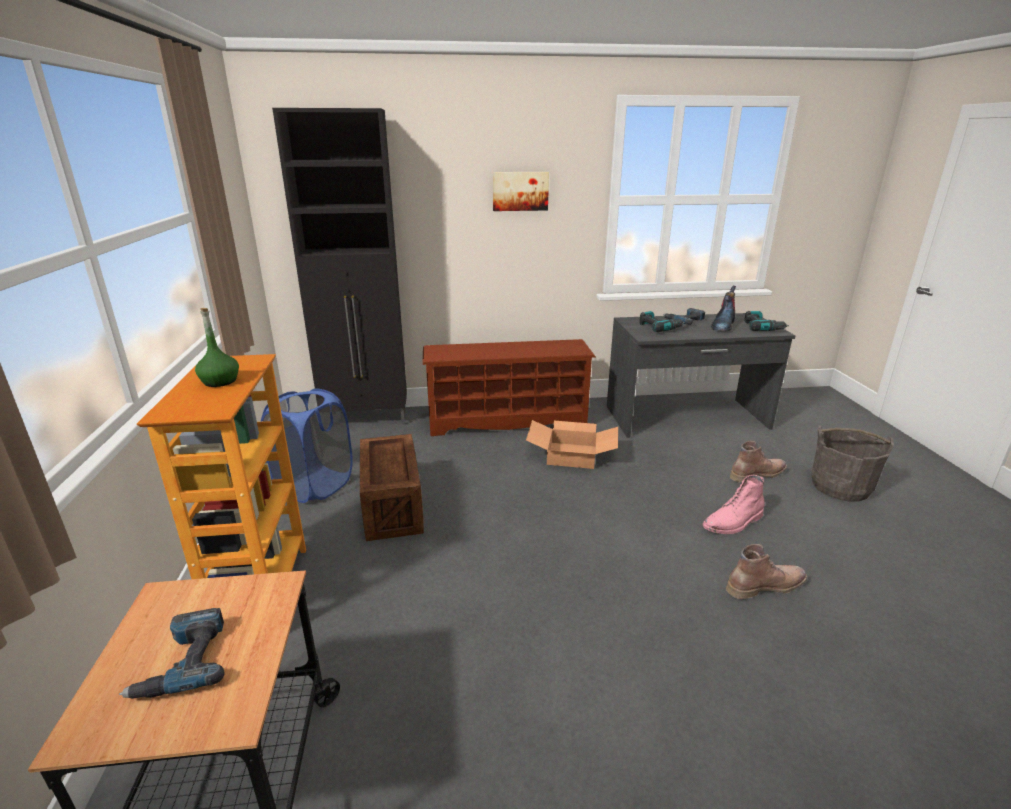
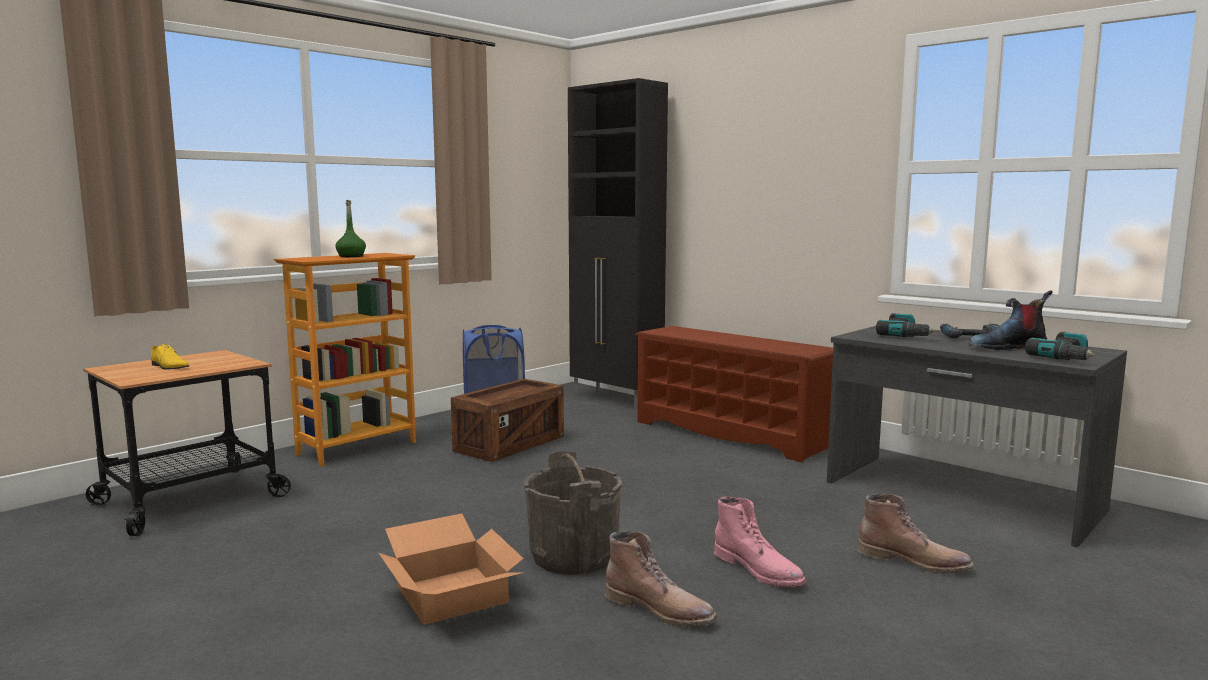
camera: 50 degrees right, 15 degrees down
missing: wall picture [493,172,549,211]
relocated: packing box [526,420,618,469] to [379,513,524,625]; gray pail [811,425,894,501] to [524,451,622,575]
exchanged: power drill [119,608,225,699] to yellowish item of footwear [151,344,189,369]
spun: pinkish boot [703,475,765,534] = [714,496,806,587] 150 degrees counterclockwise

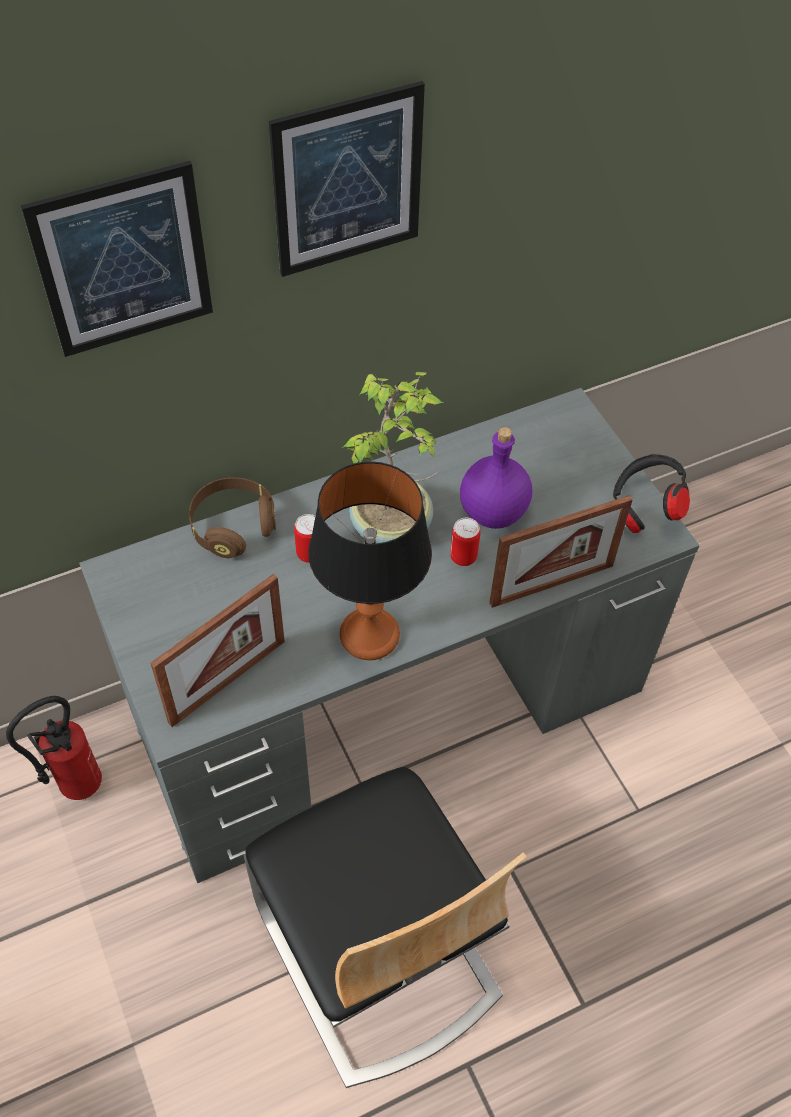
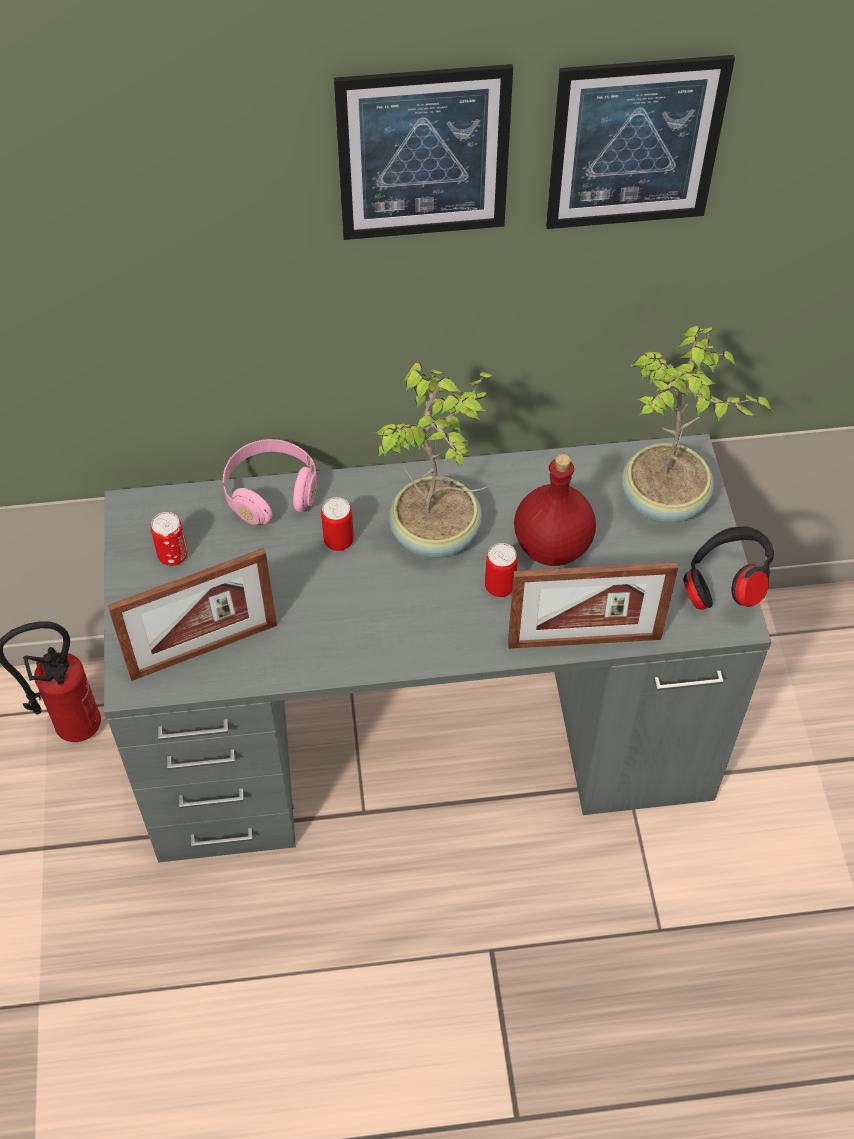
camera: 20 degrees right, 0 degrees up
missing: chair [244,767,527,1088]; table lamp [308,462,432,660]
appeared: metal can [151,512,188,566]; houseplant [622,326,772,523]
relocated: wall picture [21,161,213,357] to [546,55,735,229]
colour: brown-coloured pair of headphones [189,477,276,558] to pinkish pair of headphones [223,439,317,525]; purple-coloured bottle [460,427,532,529] to reddish bottle [514,454,596,566]

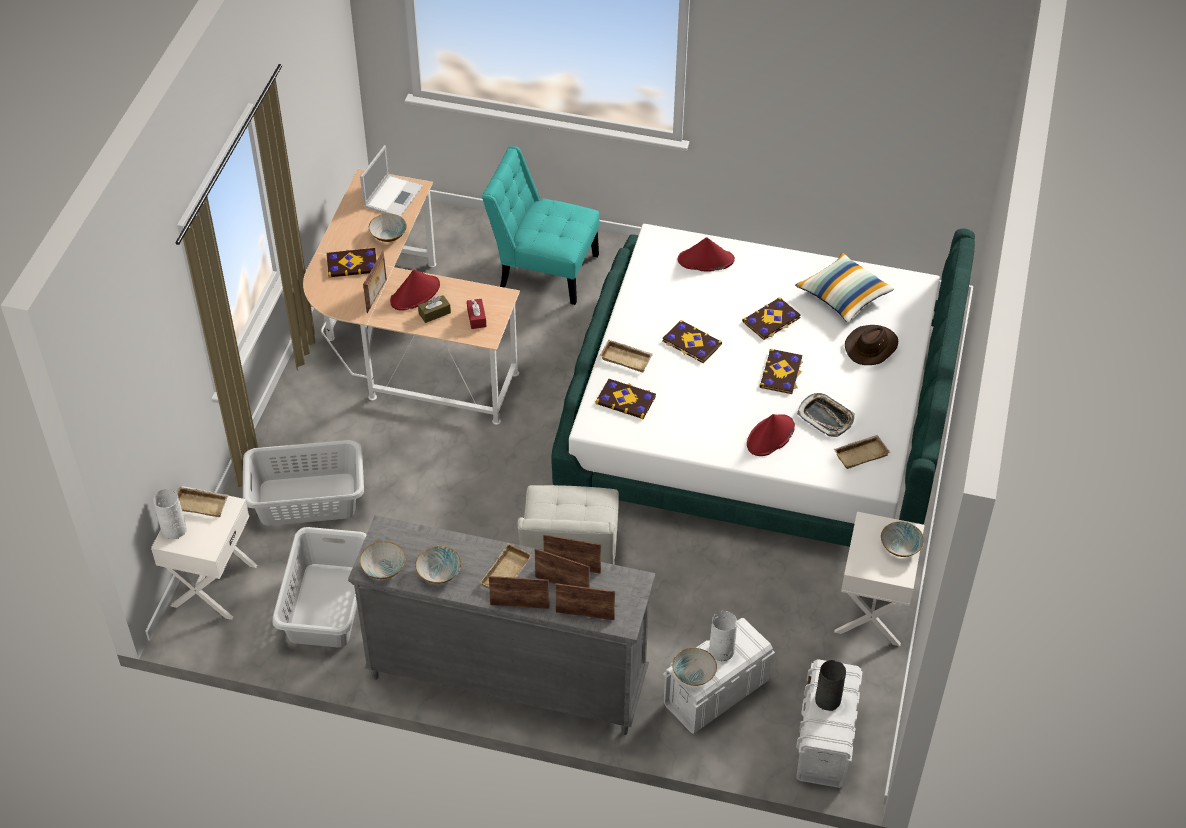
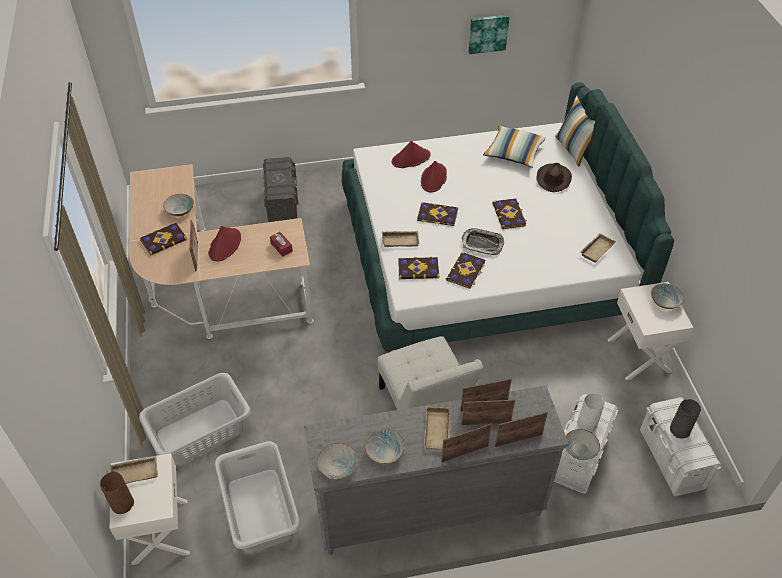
camera: 25 degrees left, 0 degrees up
missing: portable computer [360,145,423,217]; brown-coloured tissue holder [418,295,451,323]
appeared: wall picture [469,15,509,54]; pillow [555,96,595,166]
relocated: bound book [742,297,801,340] to [446,252,485,289]; reddish hat [747,414,795,456] to [421,161,447,192]; tray [797,393,855,437] to [462,228,504,255]
exchanged: turquoise-coloured chair [482,146,600,305] to gray storage bin [263,157,299,222]
colour: white decorative vase [153,489,187,539] to brown-coloured decorative vase [100,472,134,514]

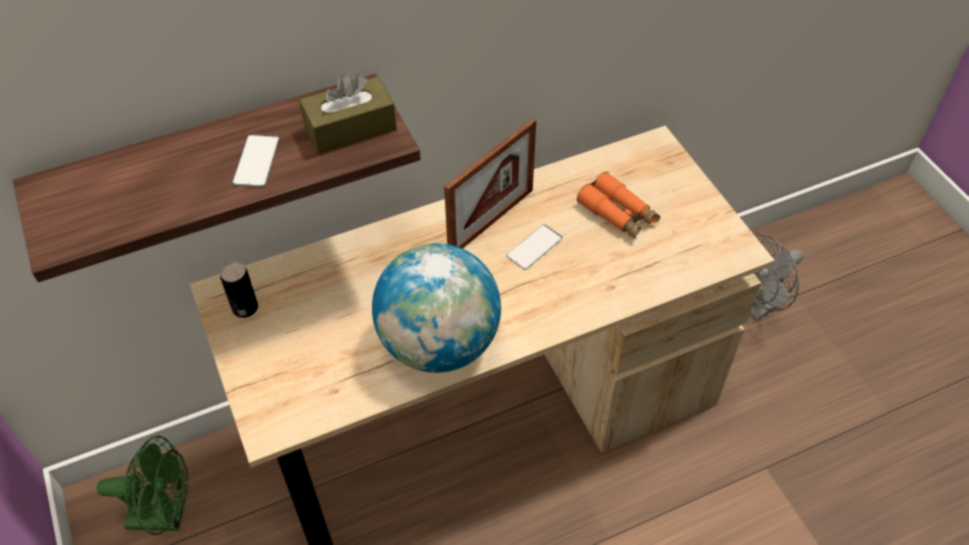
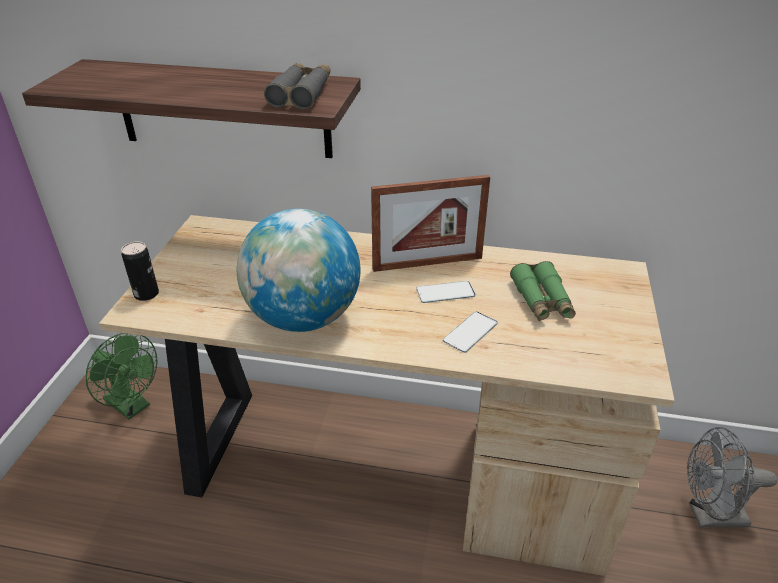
camera: 35 degrees right, 15 degrees down
relocated: metal can [220,261,258,318] to [121,242,159,301]; telephone [233,134,279,187] to [443,311,498,353]
exchanged: brown-coloured tissue holder [299,74,397,154] to gray field glasses [264,63,330,110]
colour: orange field glasses [577,172,660,239] to green-coloured field glasses [510,261,576,321]

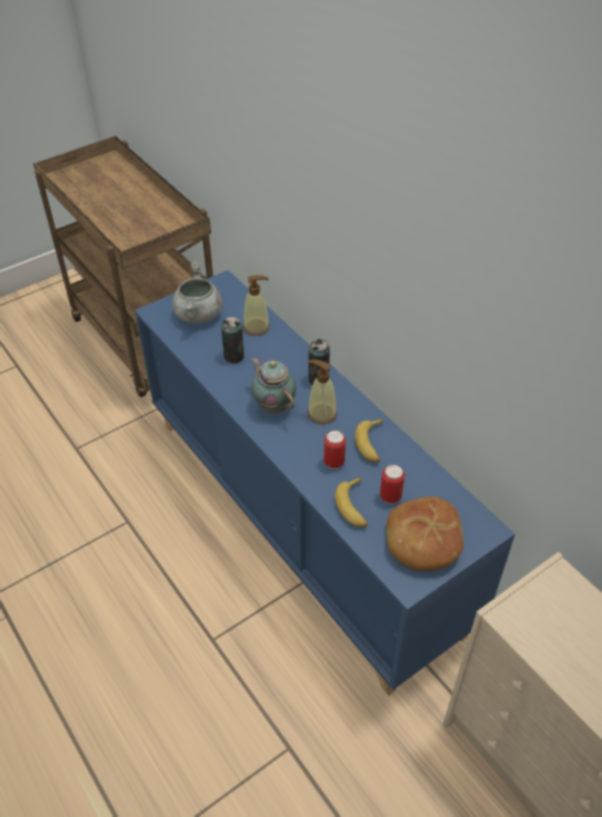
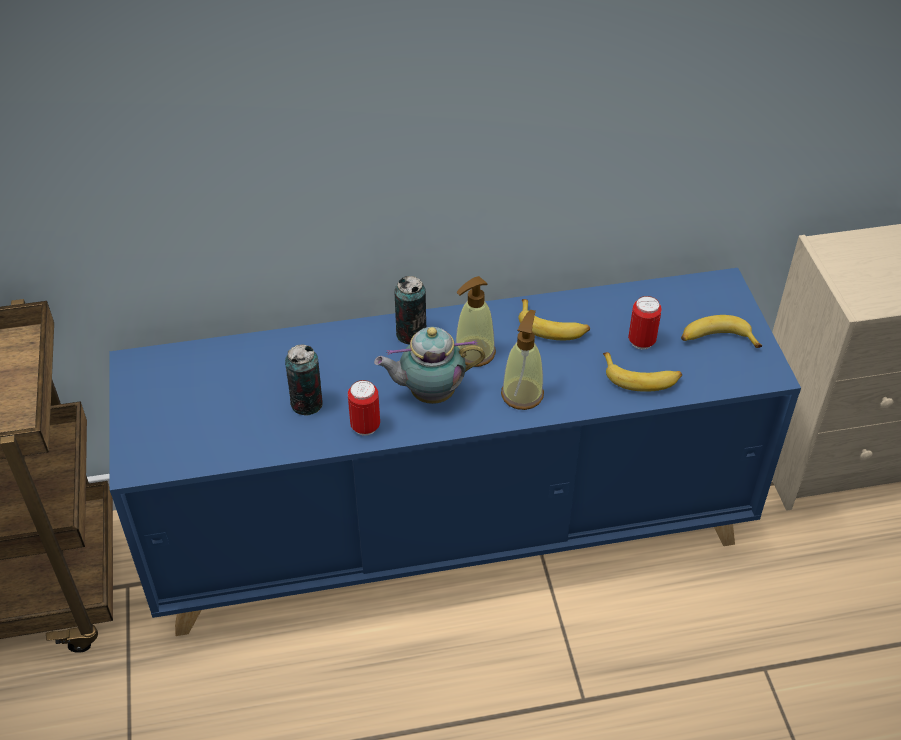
camera: 65 degrees left, 0 degrees up
missing: gray cooking pot [172,262,223,323]
relocated: liquid soap bottle [243,275,270,336] to [501,310,544,410]; metal can [324,430,346,469] to [348,380,380,435]
exchanged: bakery bread [386,497,464,571] to whole banana [681,315,762,348]

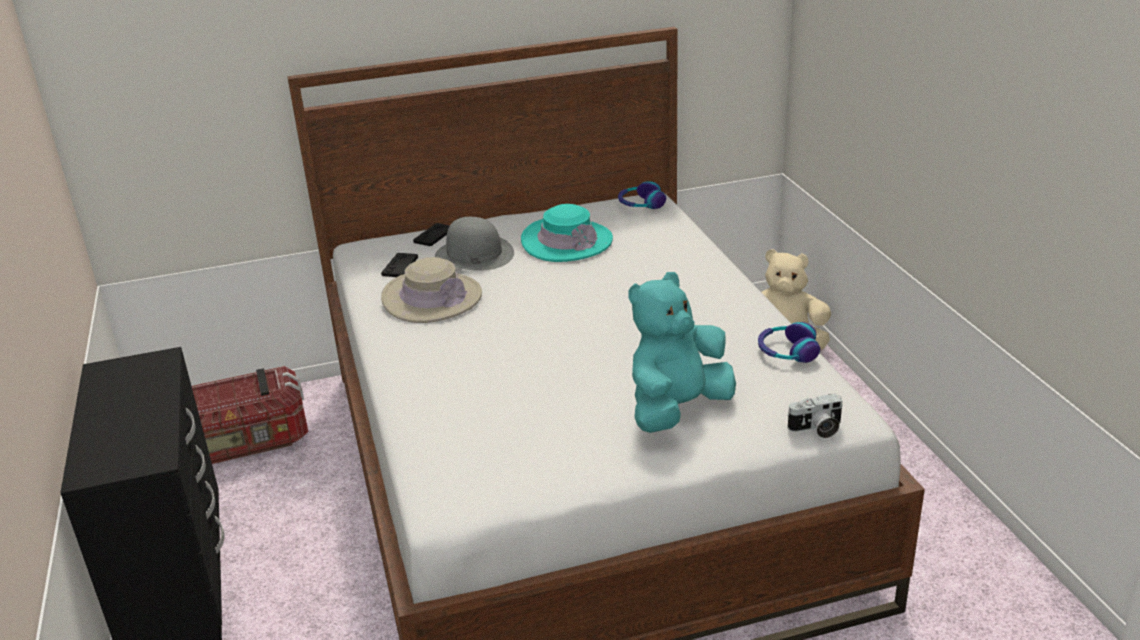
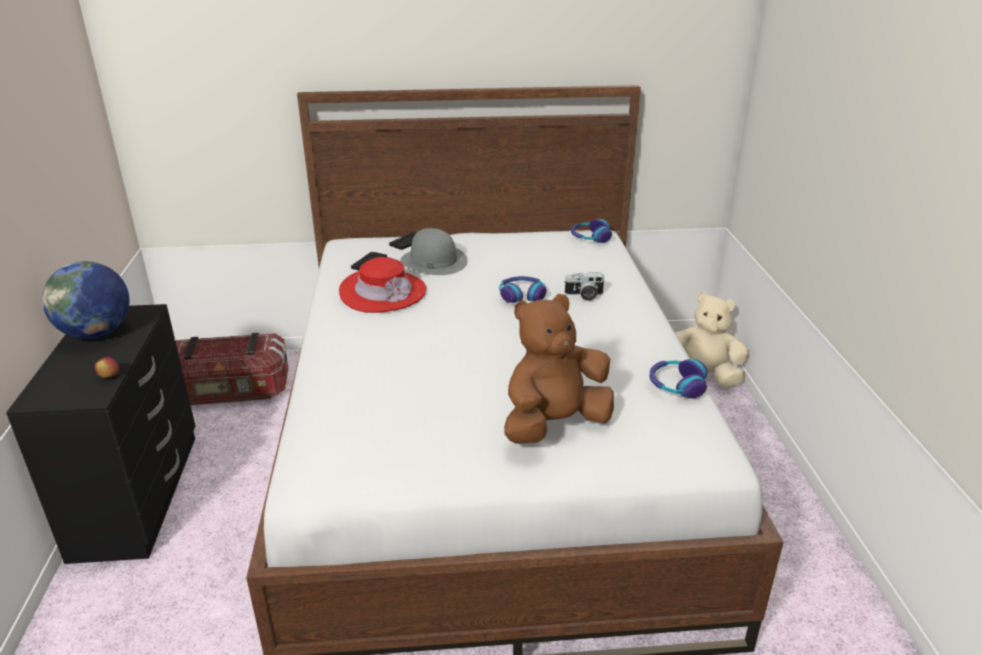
camera: 10 degrees right, 0 degrees up
missing: turquoise-coloured hat [521,204,613,262]
appeared: desk globe [42,261,129,339]; whole apple [95,357,119,378]; pair of headphones [499,276,547,303]
relocated: still camera [787,394,843,438] to [564,272,604,301]
colour: beige hat [381,257,482,323] to reddish hat [339,257,426,313]; turquoise-coloured plush toy [629,272,736,433] to brown-coloured plush toy [504,294,614,444]

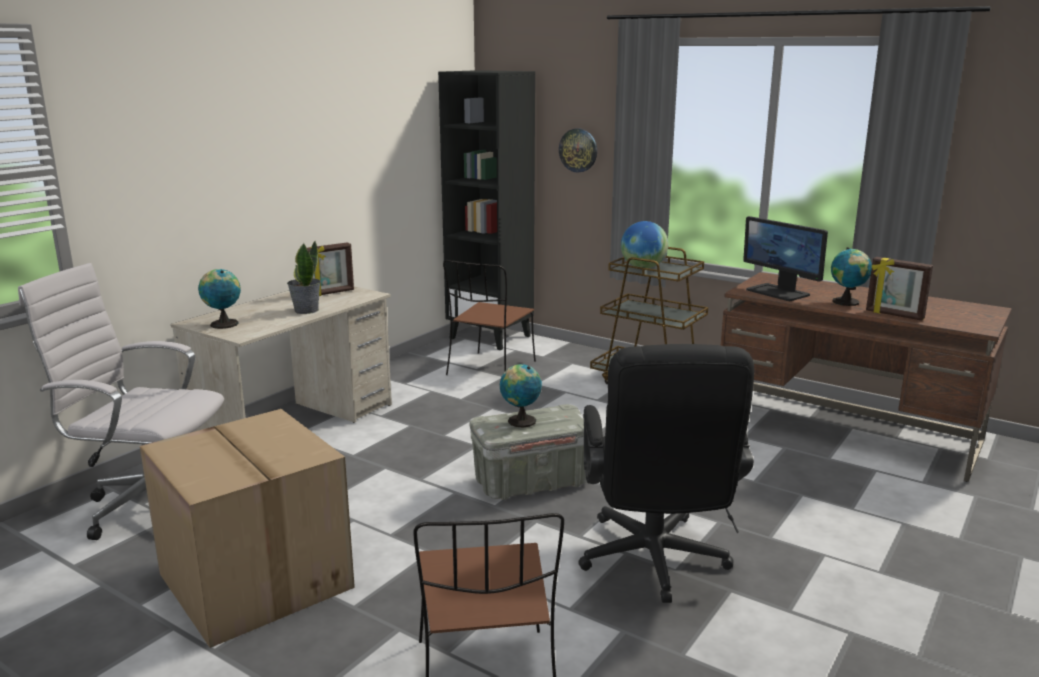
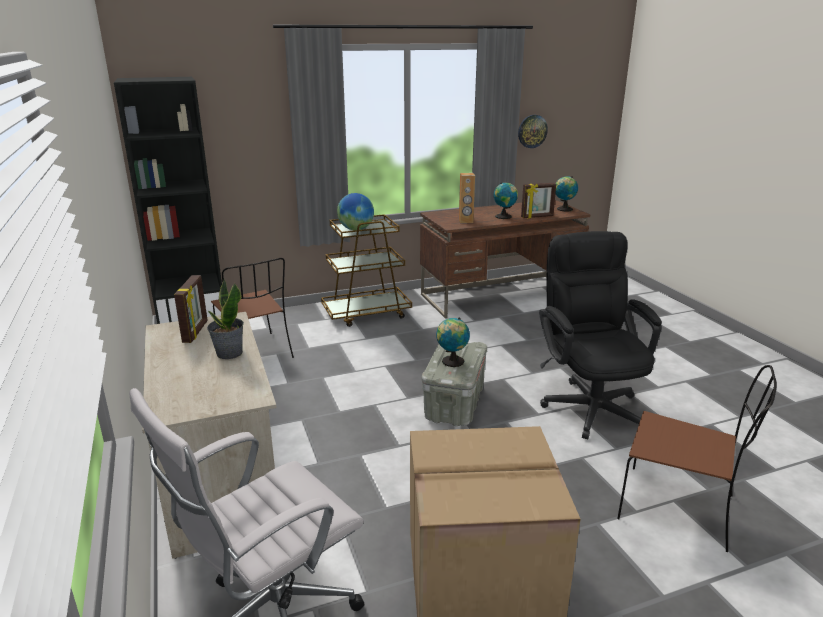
camera: 55 degrees left, 5 degrees up
relocated: desk globe [198,269,241,329] to [555,176,578,211]; hanging clock [559,128,597,173] to [518,115,548,148]
exchanged: monitor [743,216,828,301] to brown-coloured audio speaker [459,173,475,223]
spun: blackish desk chair [578,344,754,603] = [539,231,662,440] 135 degrees counterclockwise

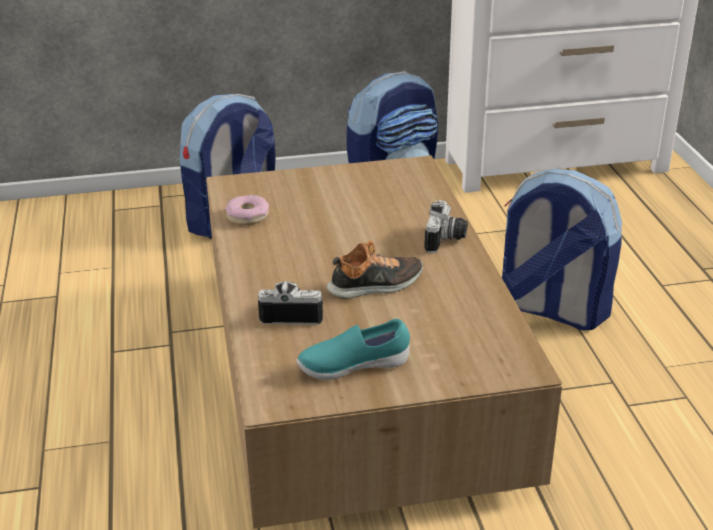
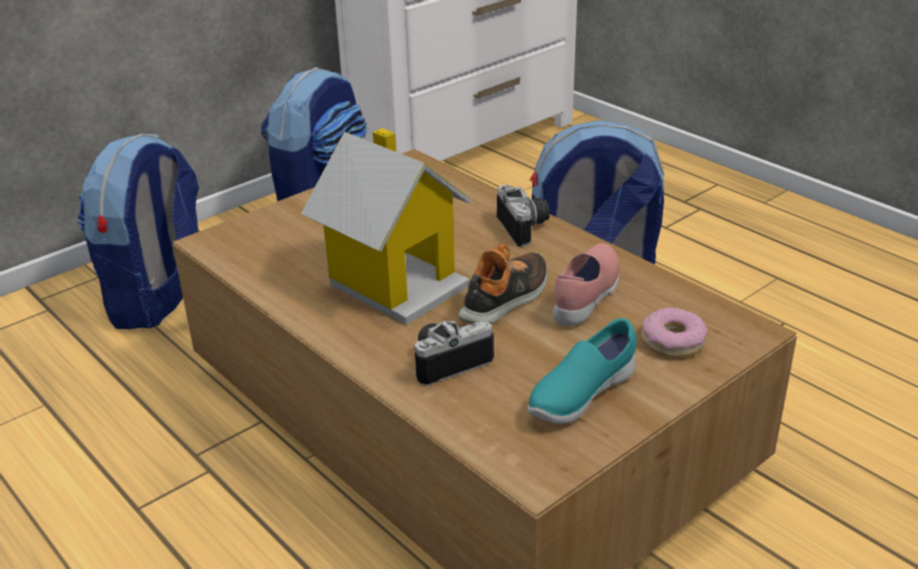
camera: 30 degrees left, 0 degrees up
appeared: model house [301,128,472,325]; pinkish item of footwear [553,243,620,326]
relocated: donut [225,195,269,225] to [641,307,708,357]

